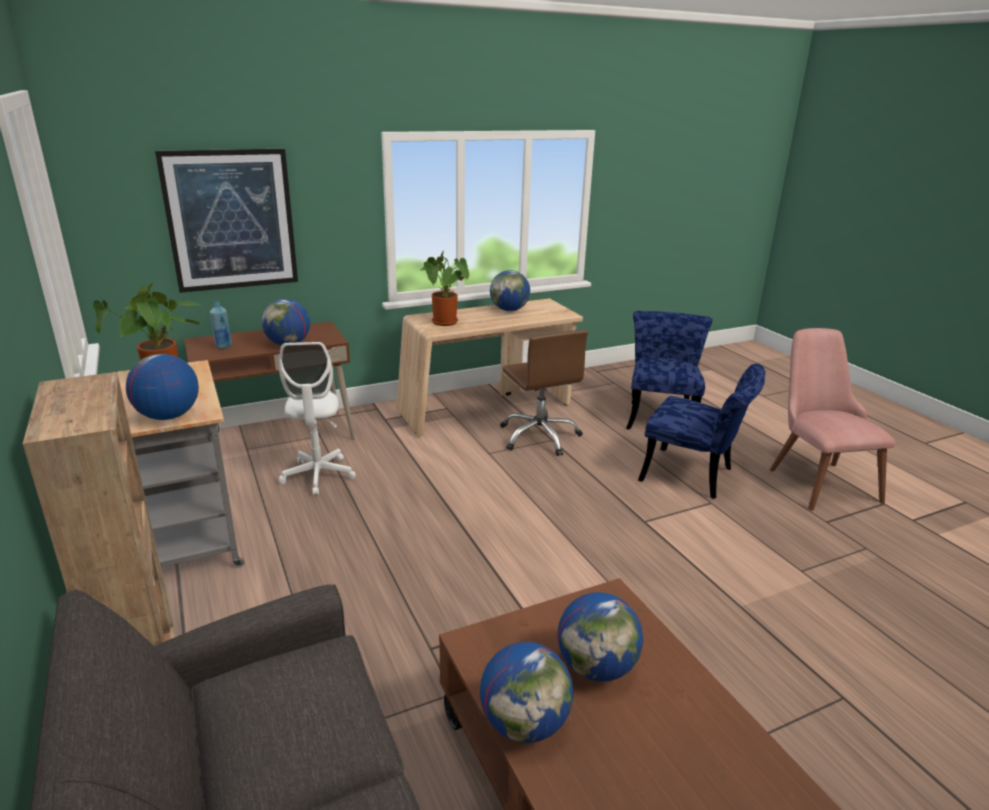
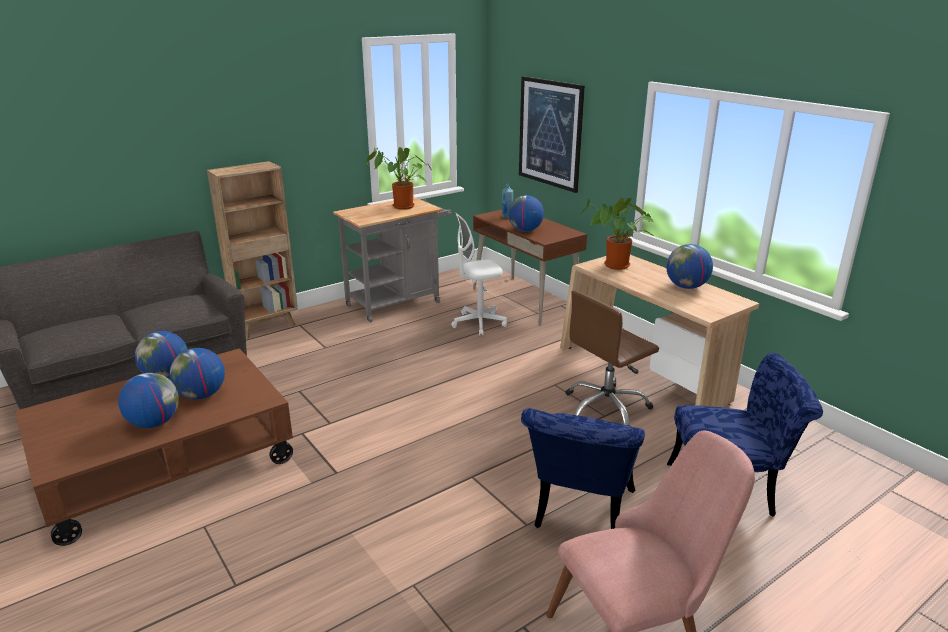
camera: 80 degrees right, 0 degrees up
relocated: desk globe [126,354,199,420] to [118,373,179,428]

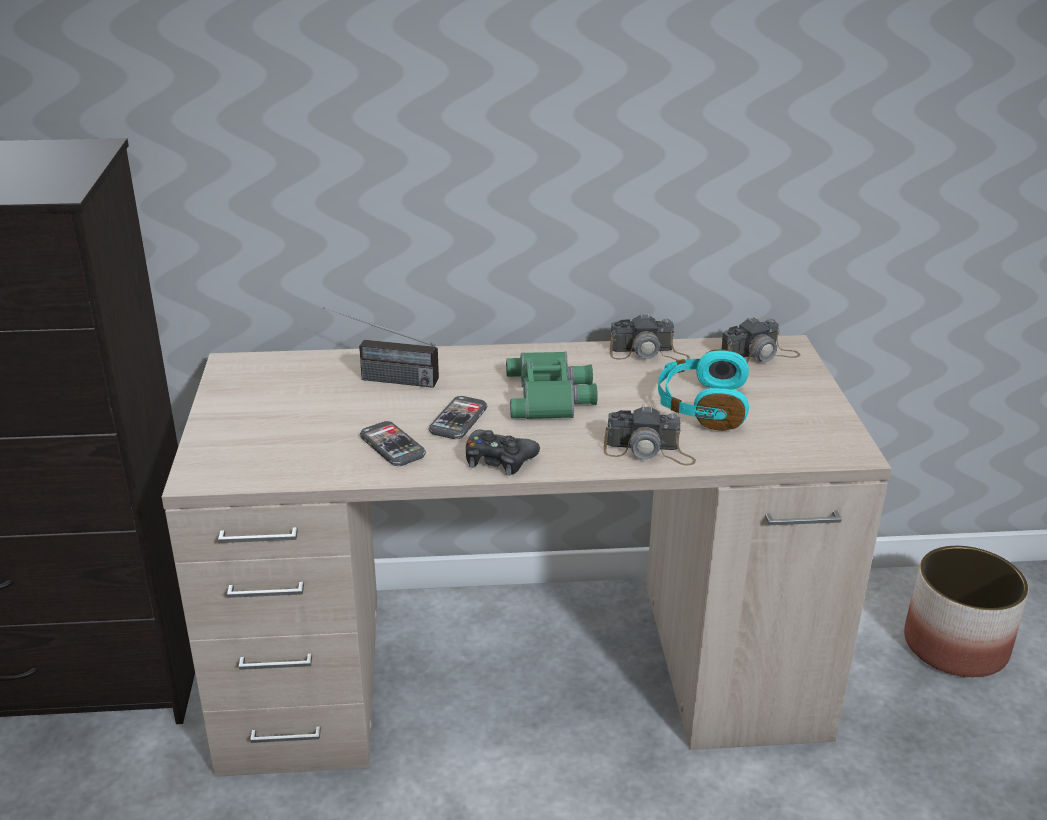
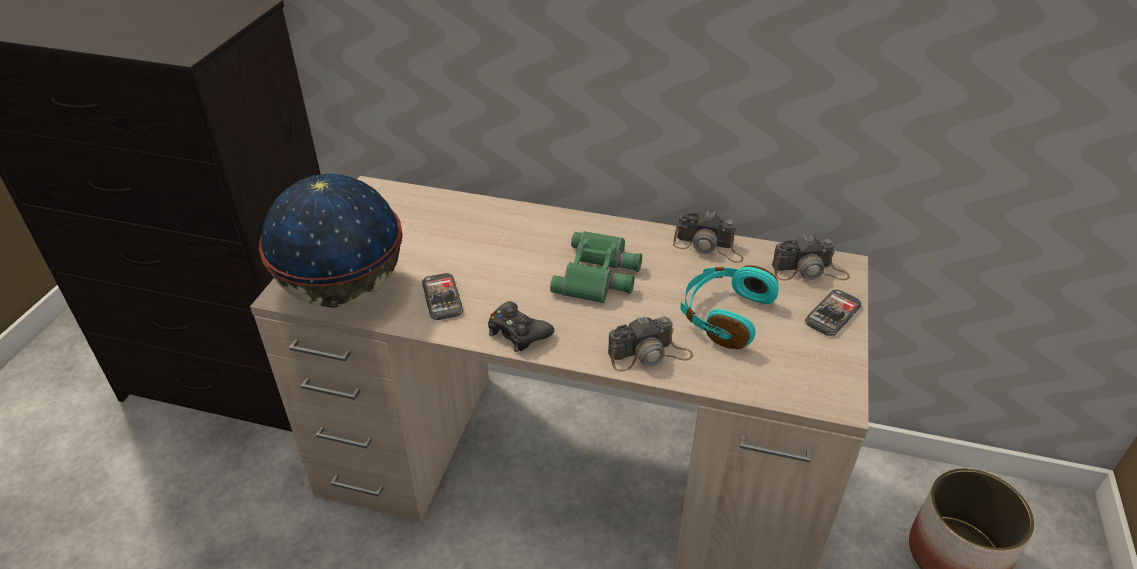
camera: 20 degrees right, 10 degrees up
missing: radio receiver [323,307,439,388]
appeared: desk globe [259,174,403,308]
relocated: telephone [429,396,488,439] to [805,290,862,336]
spun: still camera [604,405,696,466] = [608,316,694,371] 45 degrees counterclockwise

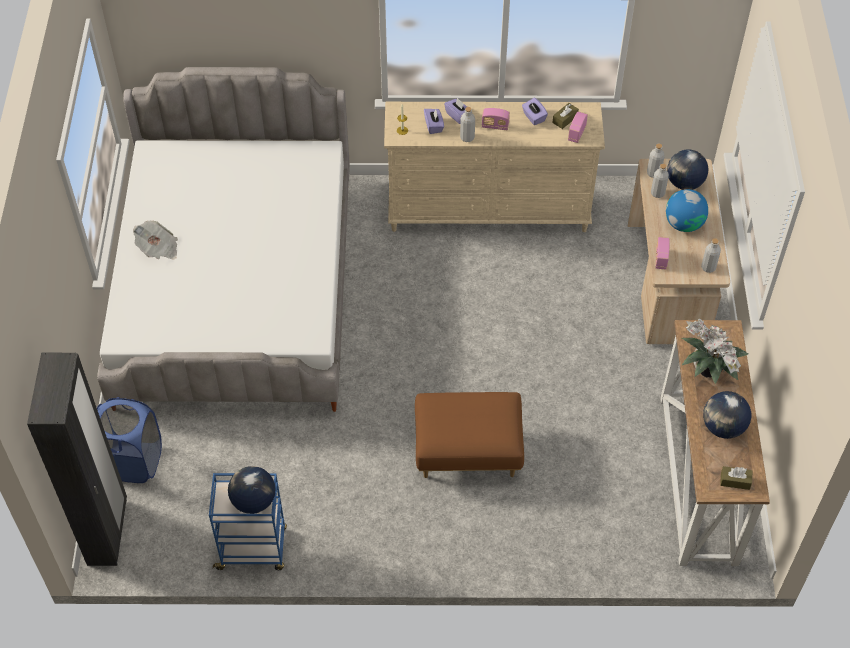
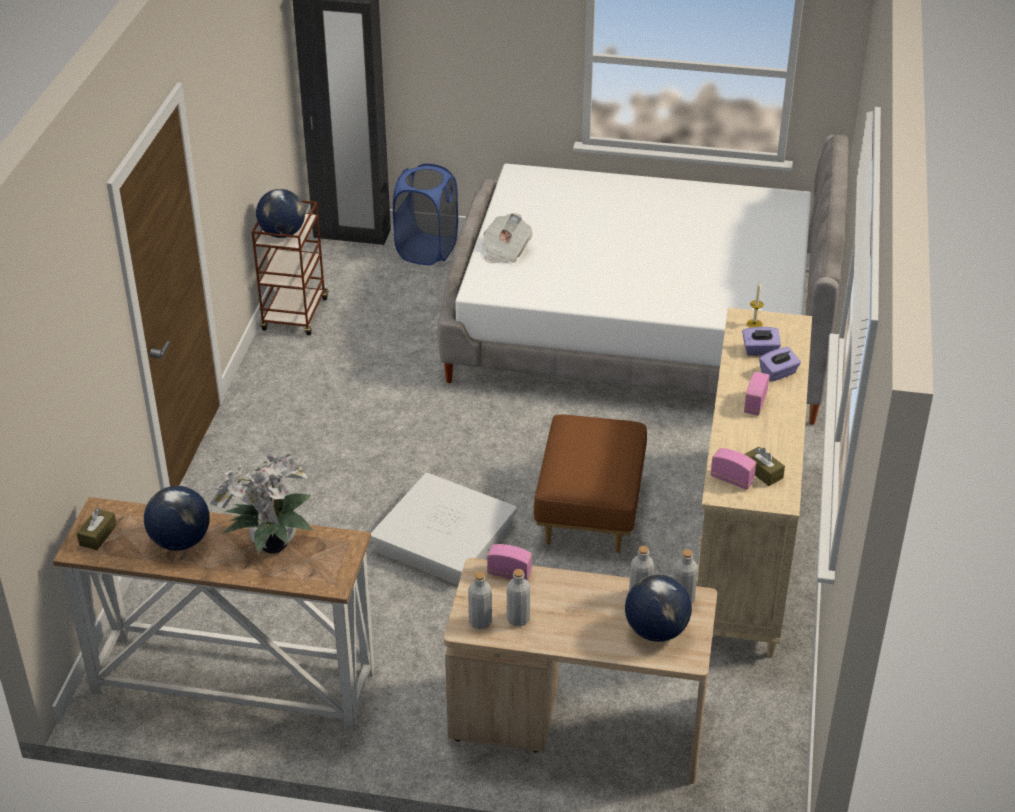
camera: 100 degrees right, 15 degrees down
missing: purple-coloured tissue holder [522,98,548,125]; desk globe [666,189,708,232]
appeared: white storage bin [370,472,517,585]
relocated: printed paper [133,221,178,259] to [483,213,532,263]; brown-coloured ottoman [415,392,524,478] to [534,415,647,553]; gray bottle [460,107,475,142] to [507,569,530,626]
colour: blue cart [209,473,287,570] to brown-coloured cart [252,200,329,335]

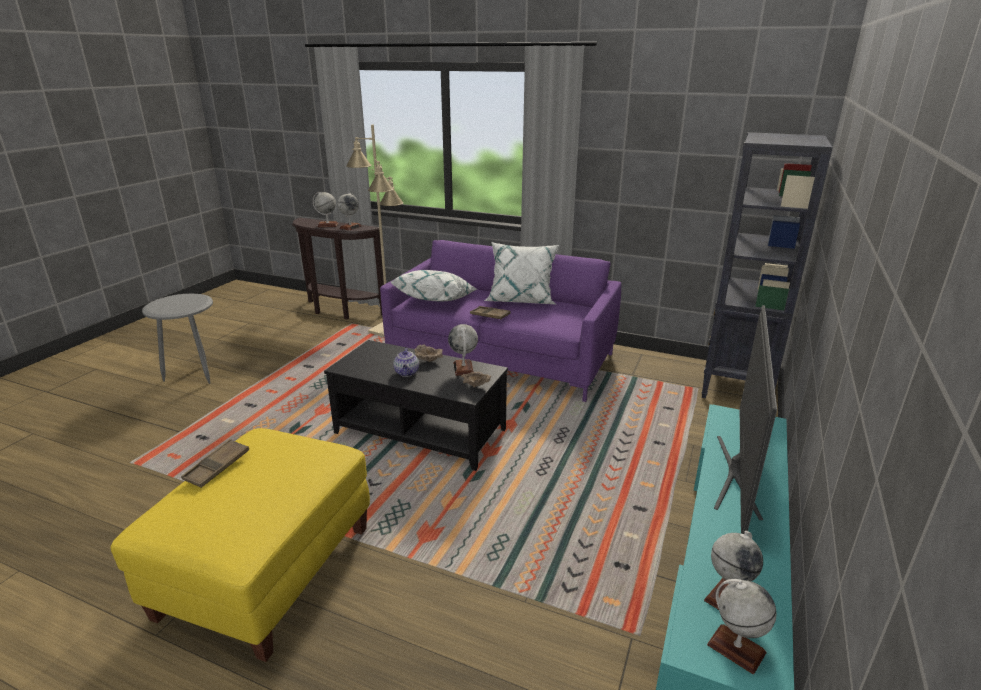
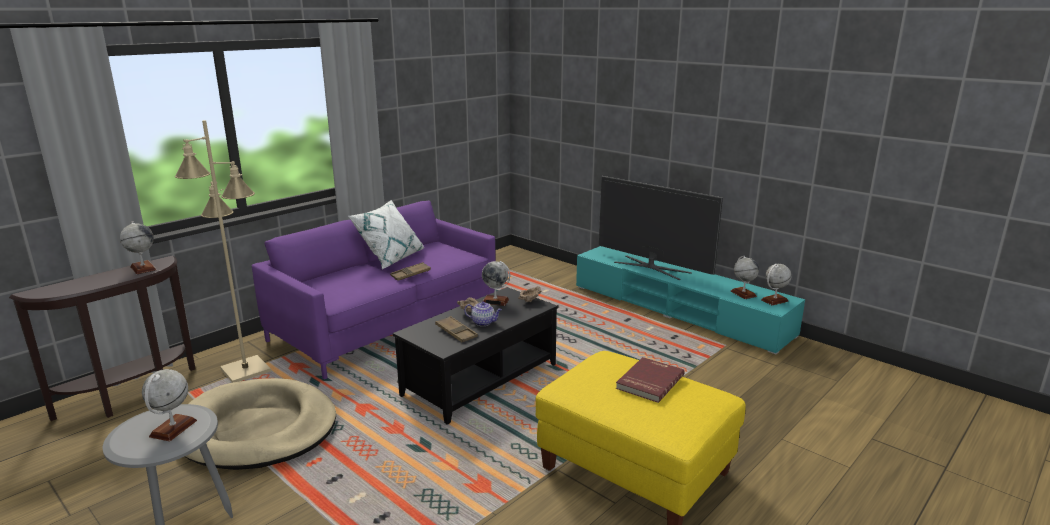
camera: 70 degrees left, 5 degrees down
missing: white pillow [391,270,477,301]; blackish shelving unit [702,132,833,398]
appeared: beige pet bed [185,378,336,470]; reddish bound book [616,357,685,403]
relocated: brown-coloured tray [181,439,249,488] to [435,316,478,342]; desk globe [313,191,338,227] to [142,369,197,441]

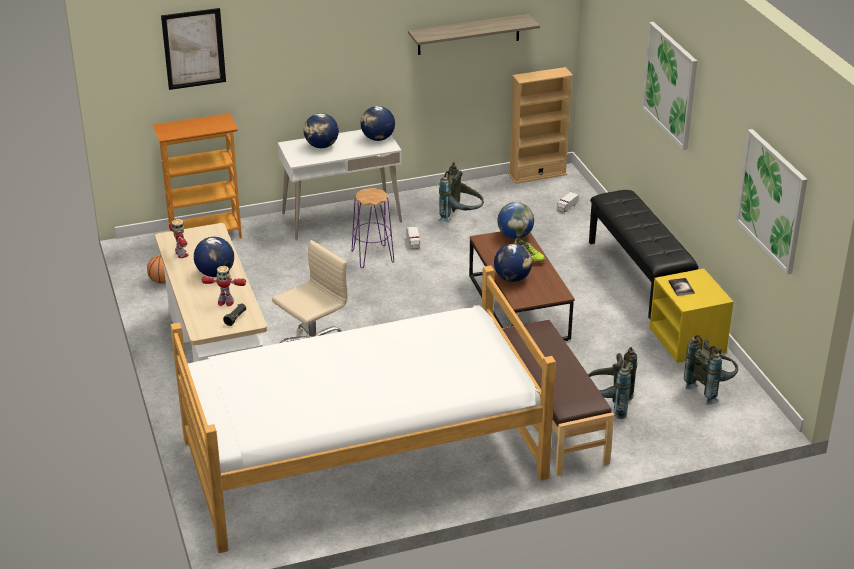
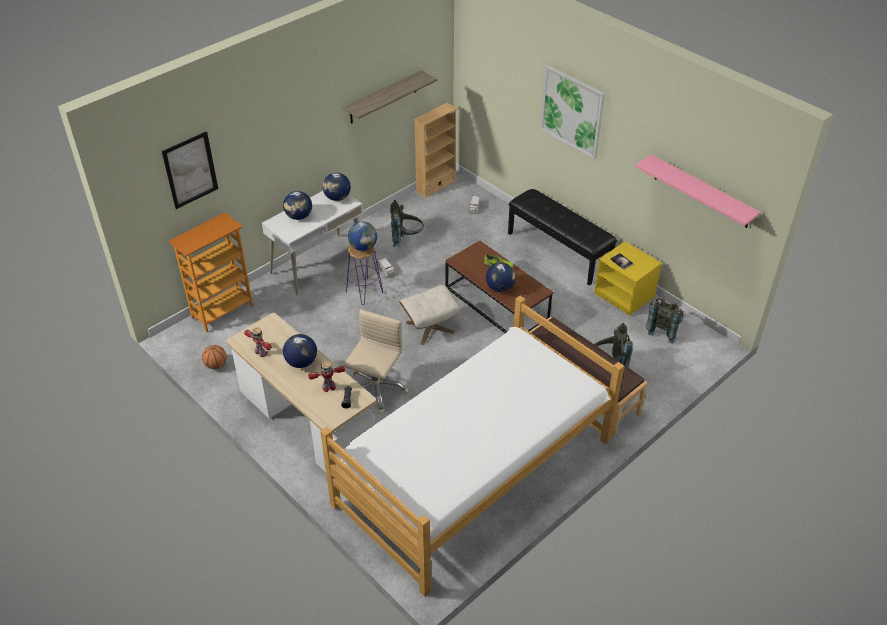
camera: 25 degrees left, 10 degrees up
appeared: beige ottoman [399,285,460,345]
relocated: desk globe [497,202,534,239] to [348,221,377,251]
exchanged: wall picture [735,129,808,275] to pinkish shelf [635,155,761,228]

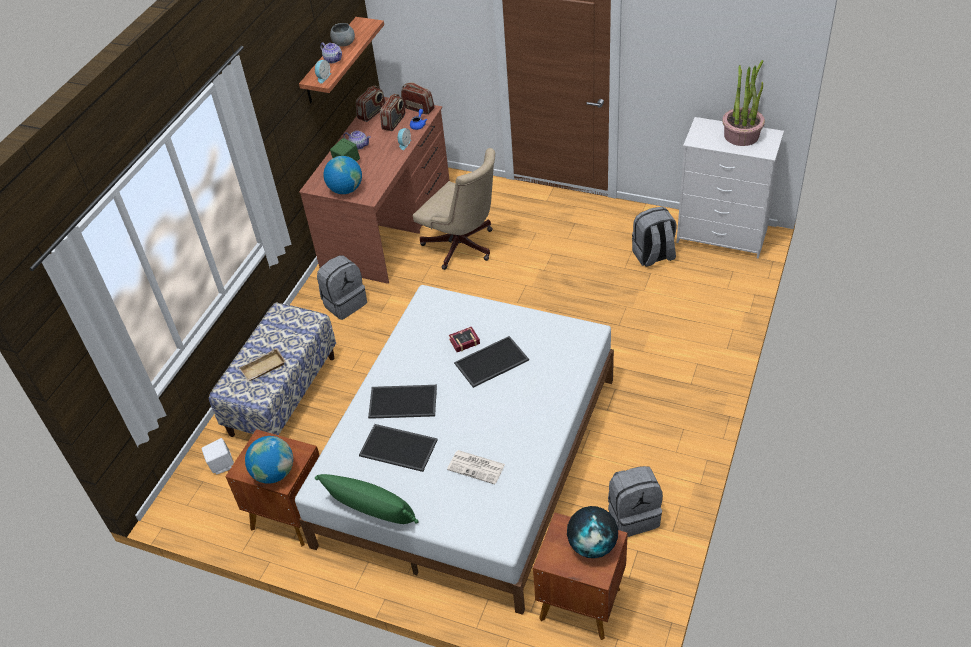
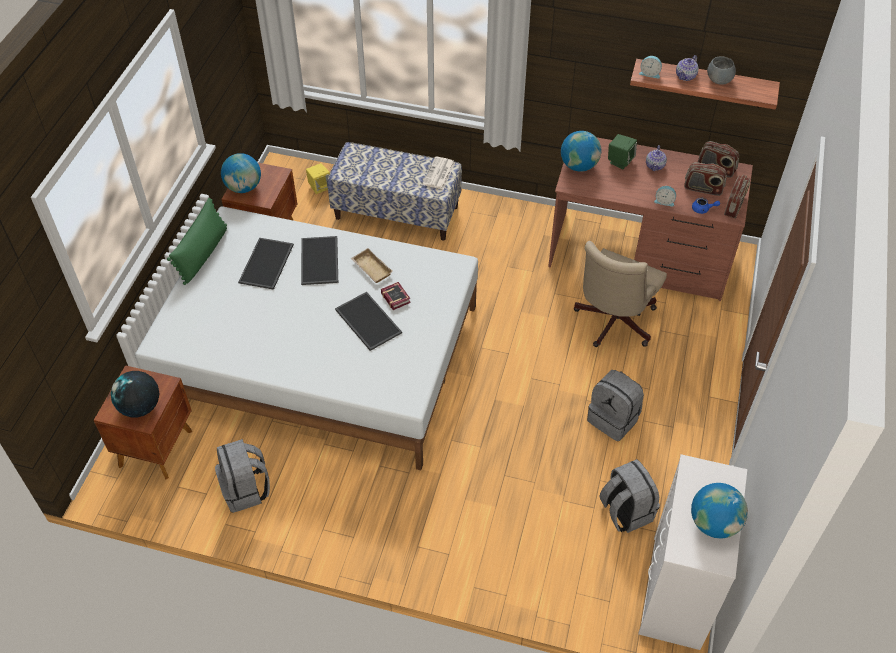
camera: 80 degrees right, 5 degrees up
relocated: beige tray [239,348,286,381] to [351,248,393,283]; gray rucksack [317,255,367,320] to [587,370,644,441]; printed paper [447,450,505,484] to [423,157,455,189]
exchanged: houseplant [722,60,765,146] to desk globe [691,483,748,539]
colour: white audio speaker [201,438,234,474] to yellowish audio speaker [306,163,330,194]

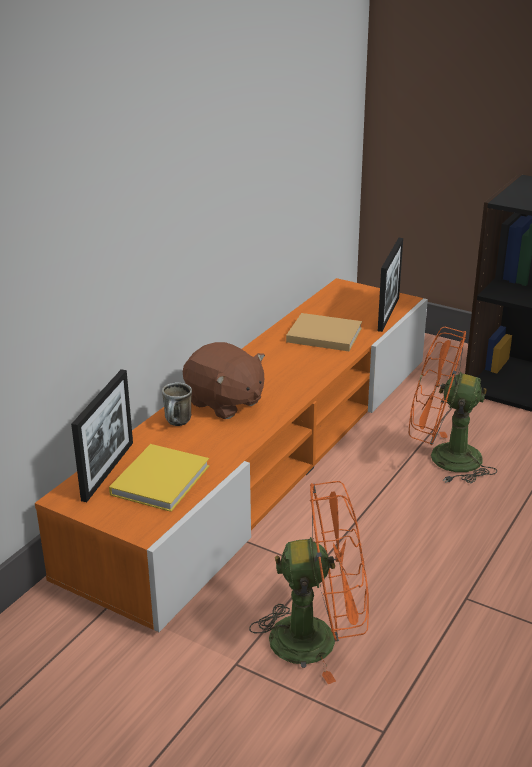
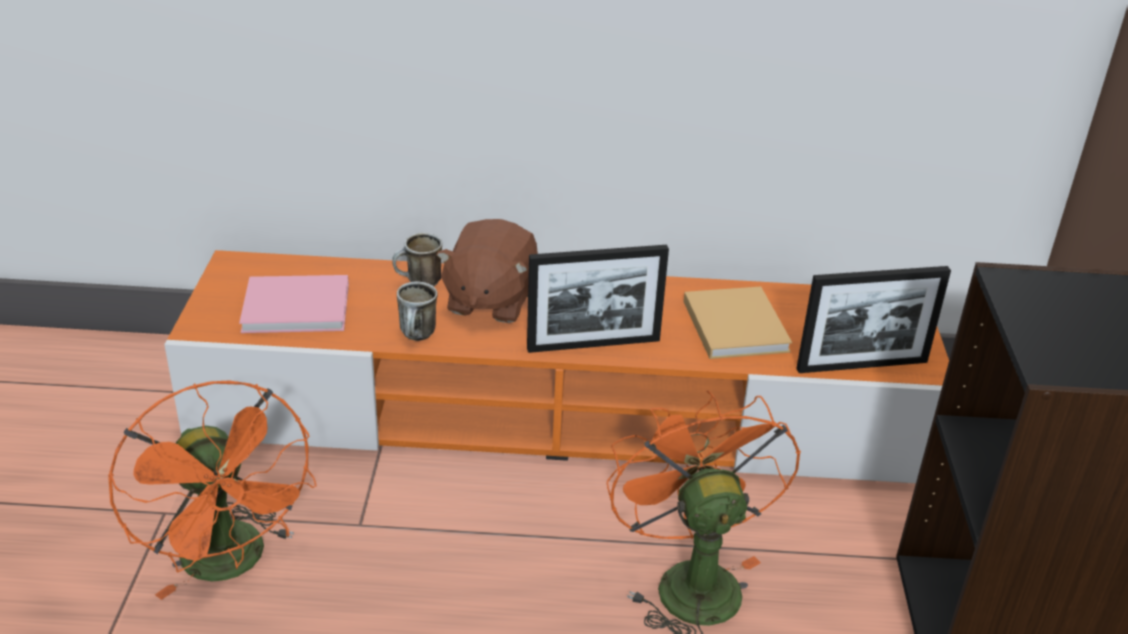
camera: 60 degrees right, 5 degrees up
appeared: tea mug [397,281,438,341]
relocated: picture frame [71,369,133,502] to [527,245,669,353]
colour: yellowish bound book [109,444,209,512] to pinkish bound book [239,275,349,333]

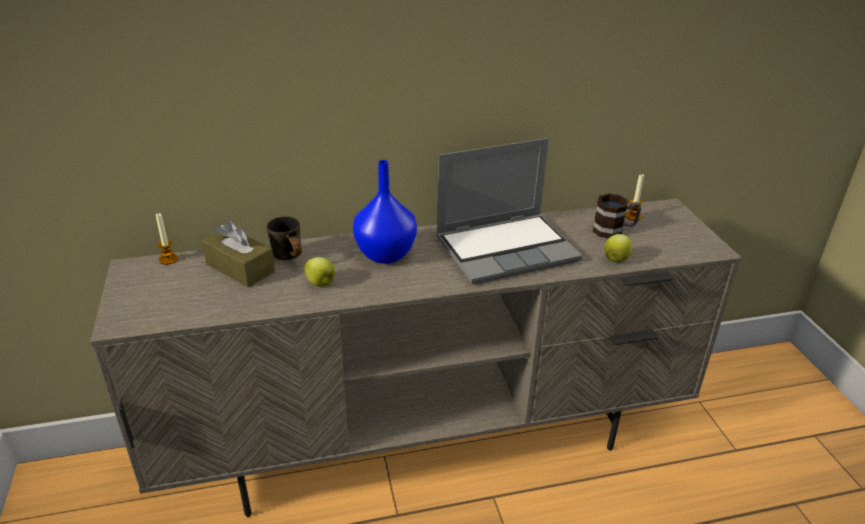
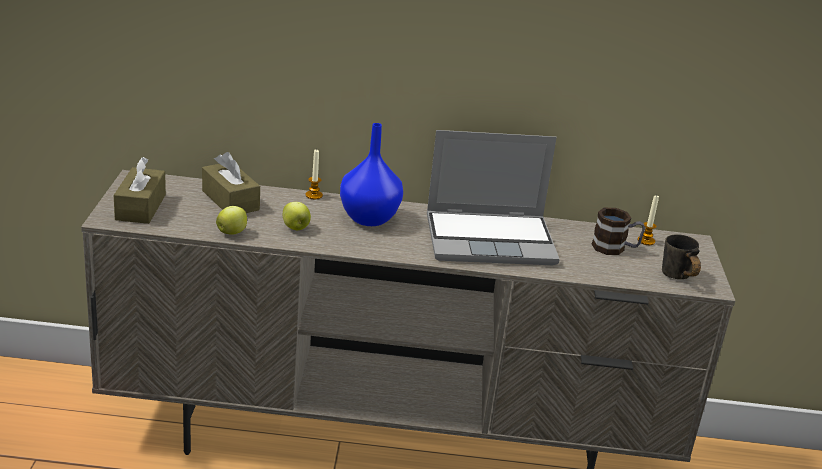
camera: 15 degrees right, 5 degrees down
appeared: brown-coloured tissue holder [114,157,166,224]
relocated: wax light [156,213,178,265] to [305,149,323,199]; gray tea mug [267,216,302,260] to [662,234,701,279]; whole apple [604,234,632,262] to [216,206,247,235]

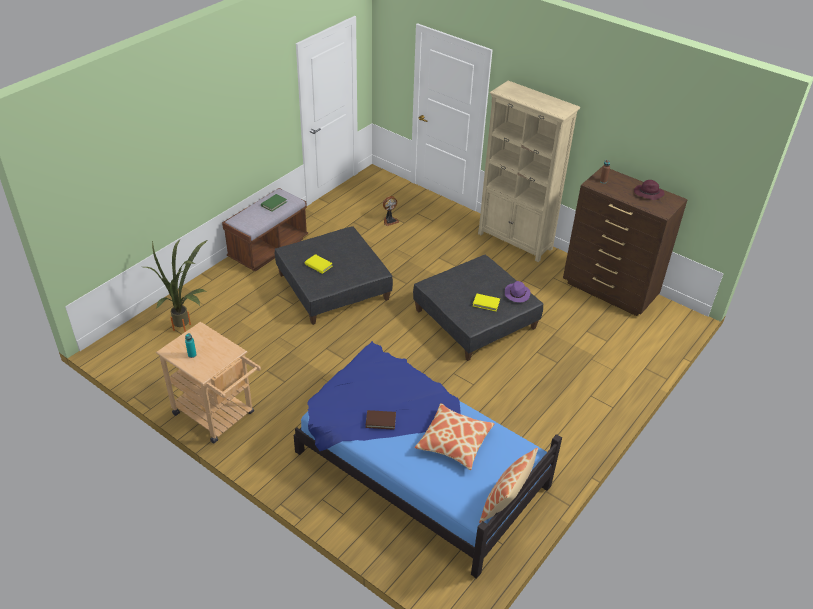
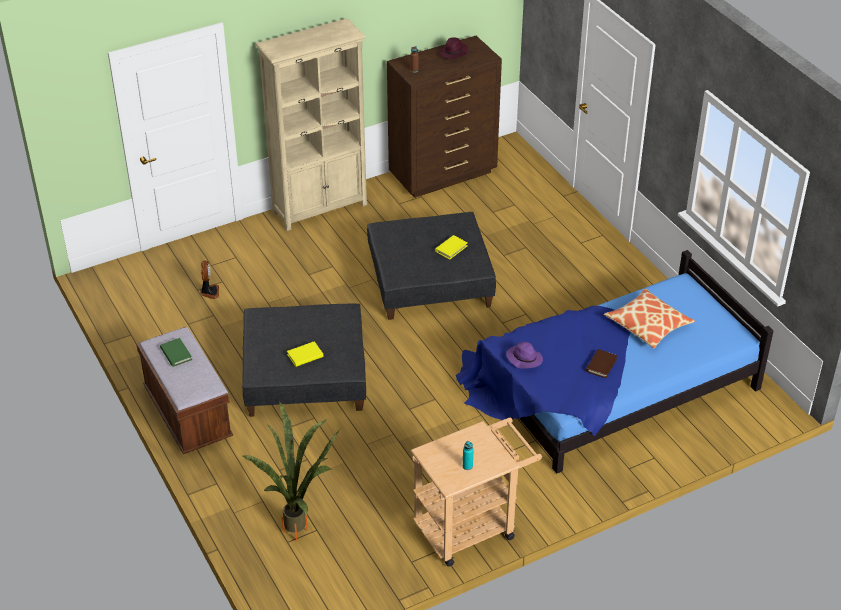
camera: 65 degrees left, 0 degrees up
missing: pillow [479,448,538,523]
relocated: purple-coloured hat [505,281,530,303] to [506,342,543,368]

